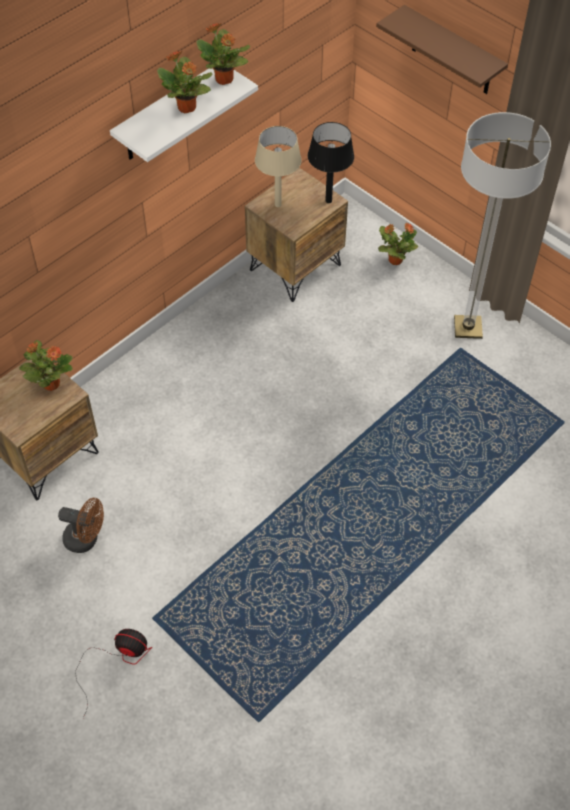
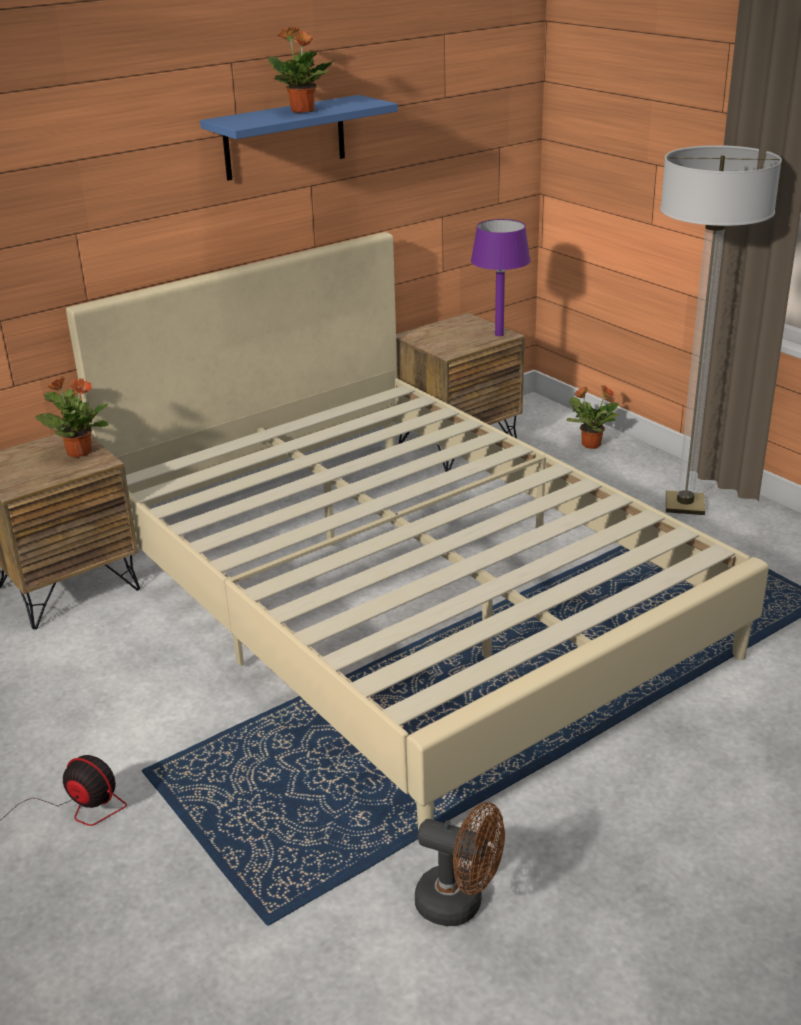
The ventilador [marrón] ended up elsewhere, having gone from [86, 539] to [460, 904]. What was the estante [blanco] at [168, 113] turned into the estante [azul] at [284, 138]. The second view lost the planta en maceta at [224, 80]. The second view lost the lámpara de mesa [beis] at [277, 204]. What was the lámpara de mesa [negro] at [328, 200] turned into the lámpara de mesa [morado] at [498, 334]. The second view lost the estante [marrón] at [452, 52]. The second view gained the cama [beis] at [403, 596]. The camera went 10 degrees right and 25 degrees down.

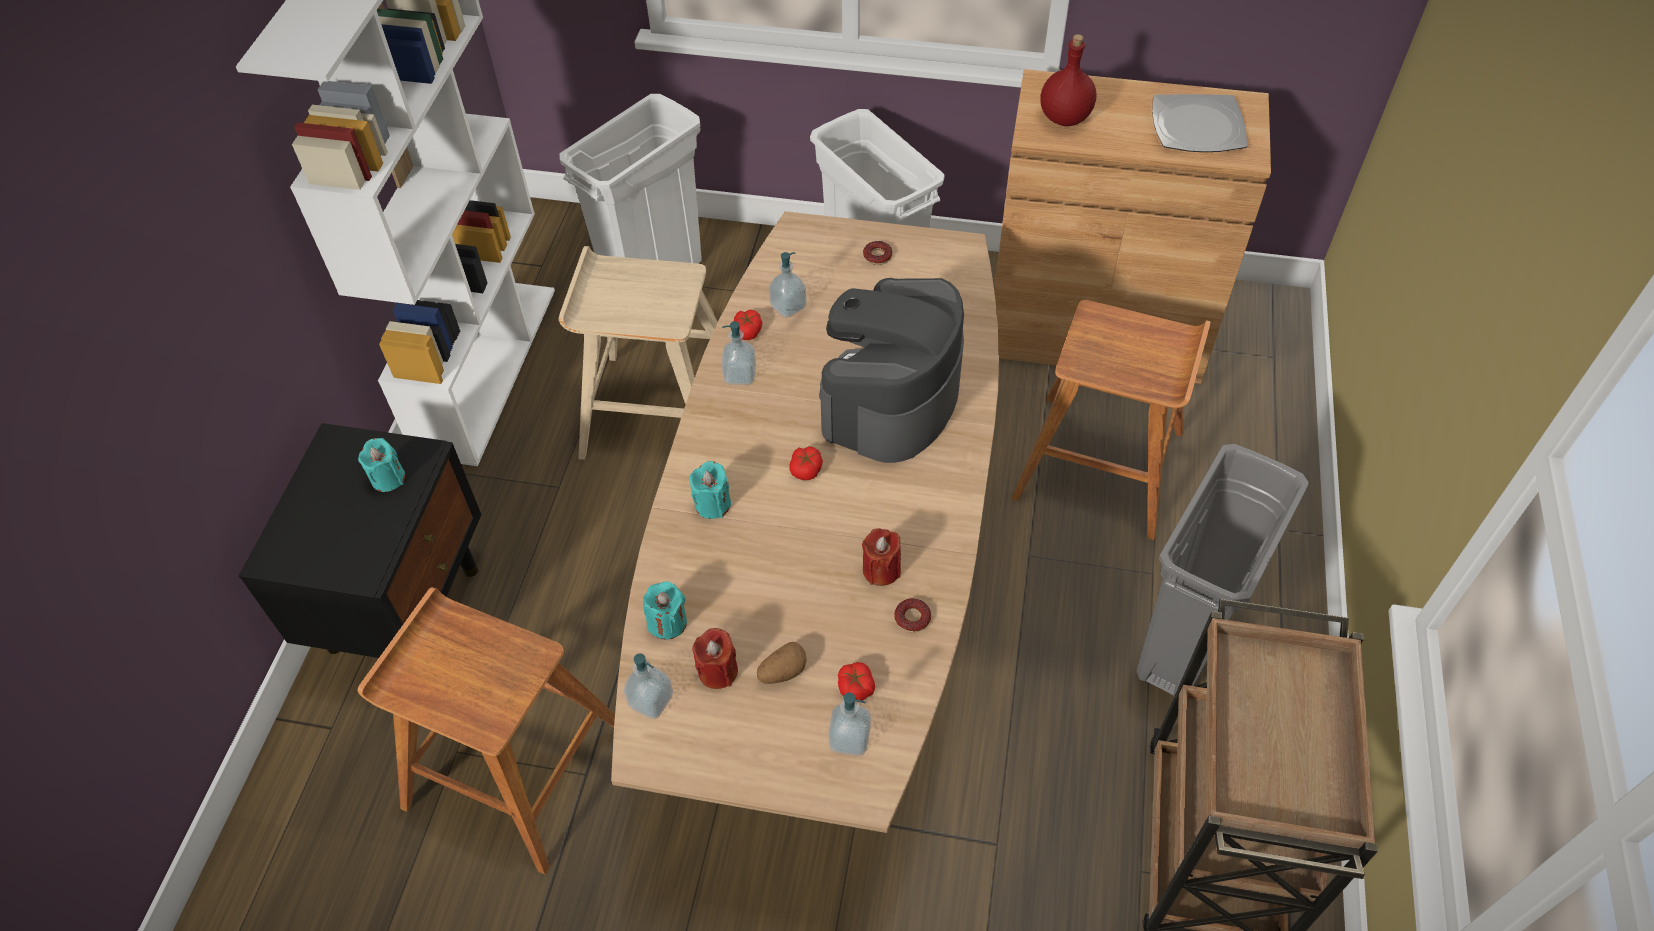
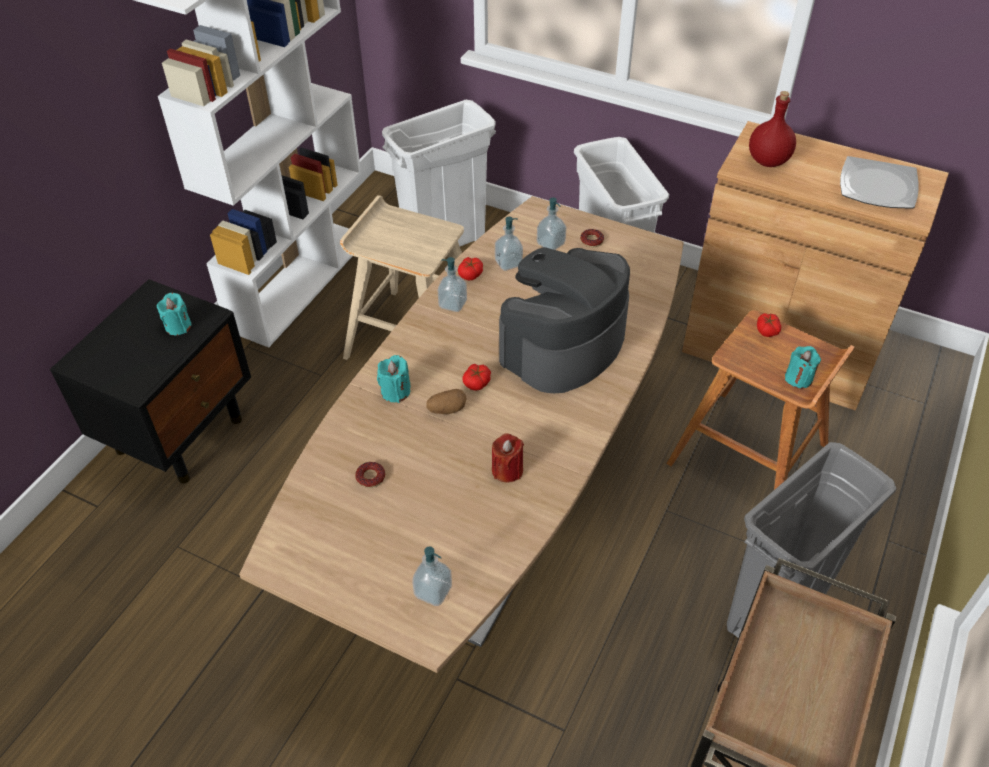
The second view lost the taburete [marrón] at [514, 765]. The dispensador de jabón ended up elsewhere, having gone from [651, 701] to [550, 244]. The vela [turquesa] ended up elsewhere, having gone from [667, 622] to [798, 378]. The second view lost the vela [rojo] at [718, 671]. The patata ended up elsewhere, having gone from [782, 672] to [447, 409]. The tomate ended up elsewhere, having gone from [855, 687] to [767, 330]. The rosquilla ended up elsewhere, having gone from [912, 618] to [370, 477]. The camera went 15 degrees right and 5 degrees down.

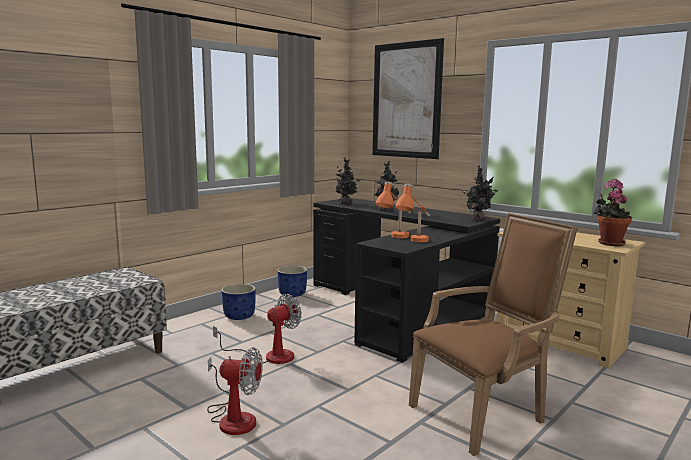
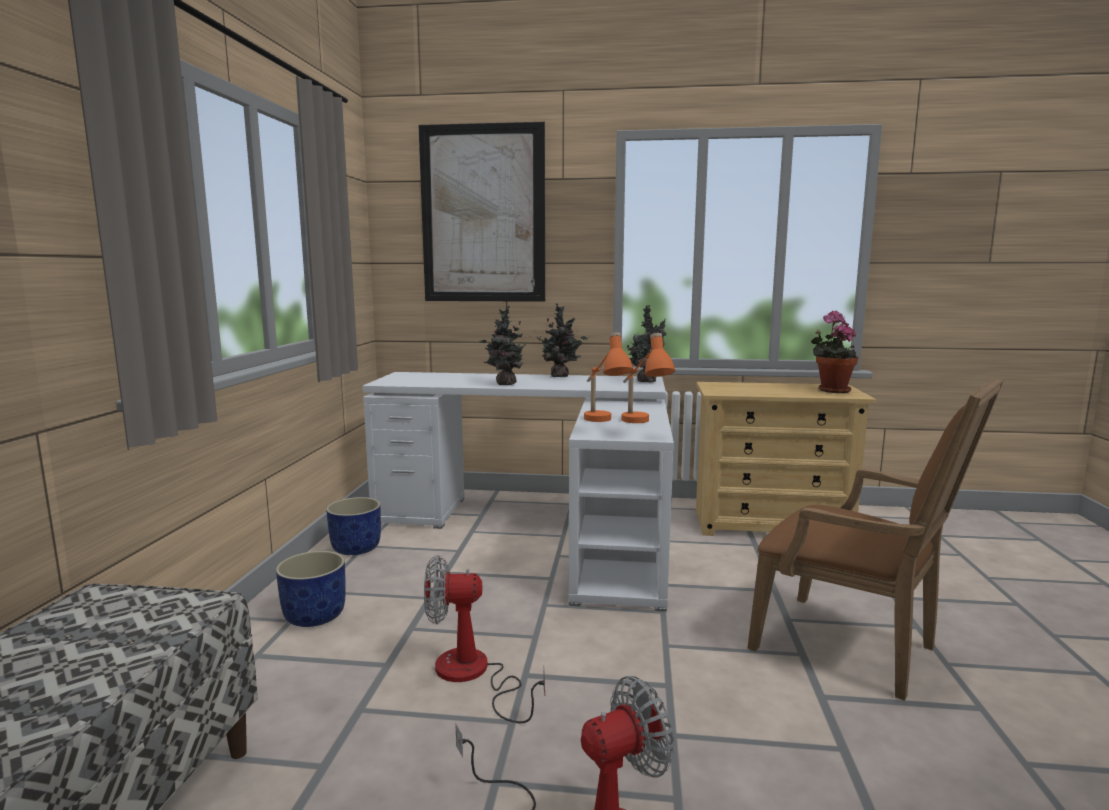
The ventilador at [269, 356] ended up facing another way, 105 degrees counterclockwise from before. What was the escritorio [negro] at [400, 308] turned into the escritorio [blanco] at [545, 529]. The planta en maceta ended up elsewhere, having gone from [346, 203] to [561, 376]. The sillón [marrón] at [484, 413] ended up facing another way, 105 degrees clockwise from before. The camera went 35 degrees left and 0 degrees up.

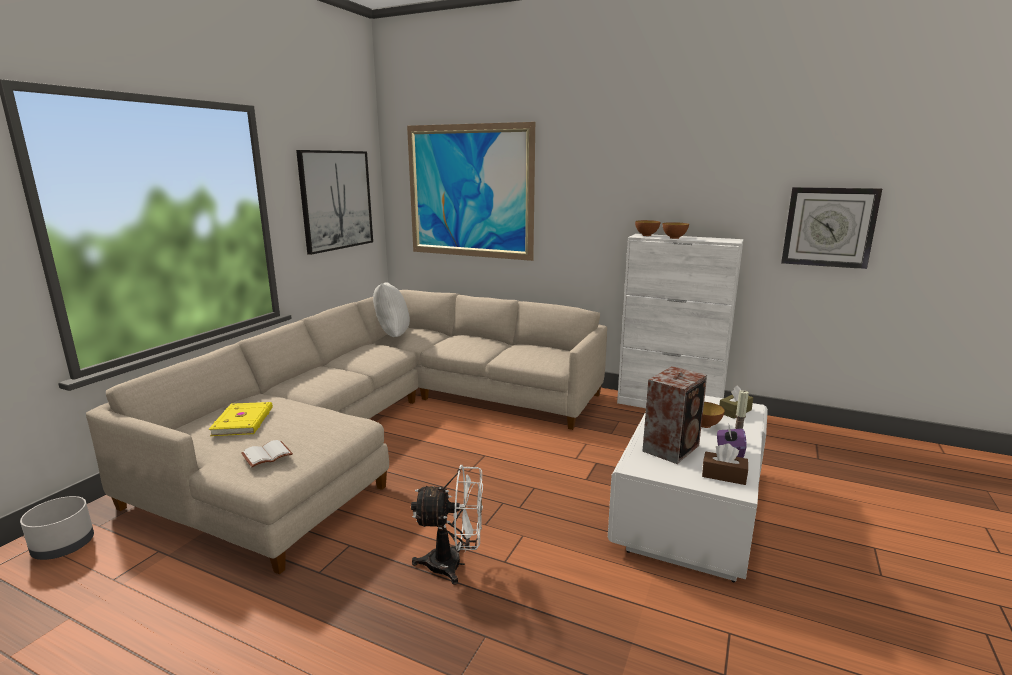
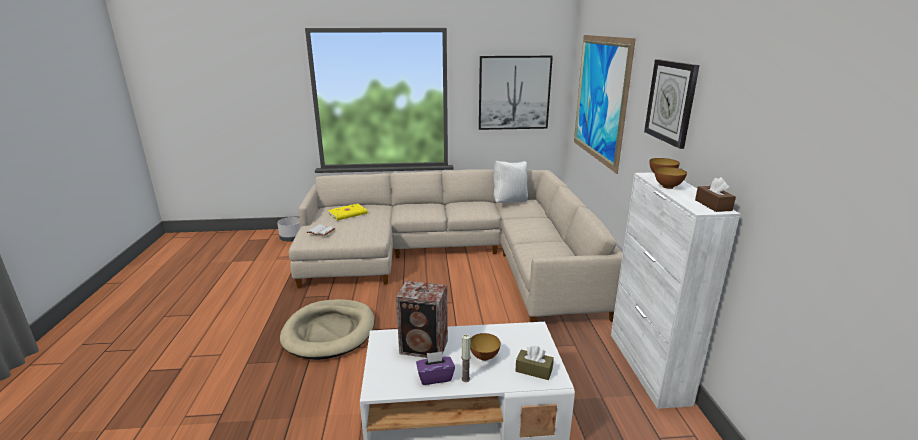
Where the ventilador [blanco] stood at [454, 564], the cama para perro [beis] came to stand at [329, 332]. The caja de pañuelos [marrón] ended up elsewhere, having gone from [723, 475] to [713, 205]. The reloj de pared ended up elsewhere, having gone from [829, 227] to [671, 102]. The camera went 60 degrees right and 5 degrees up.

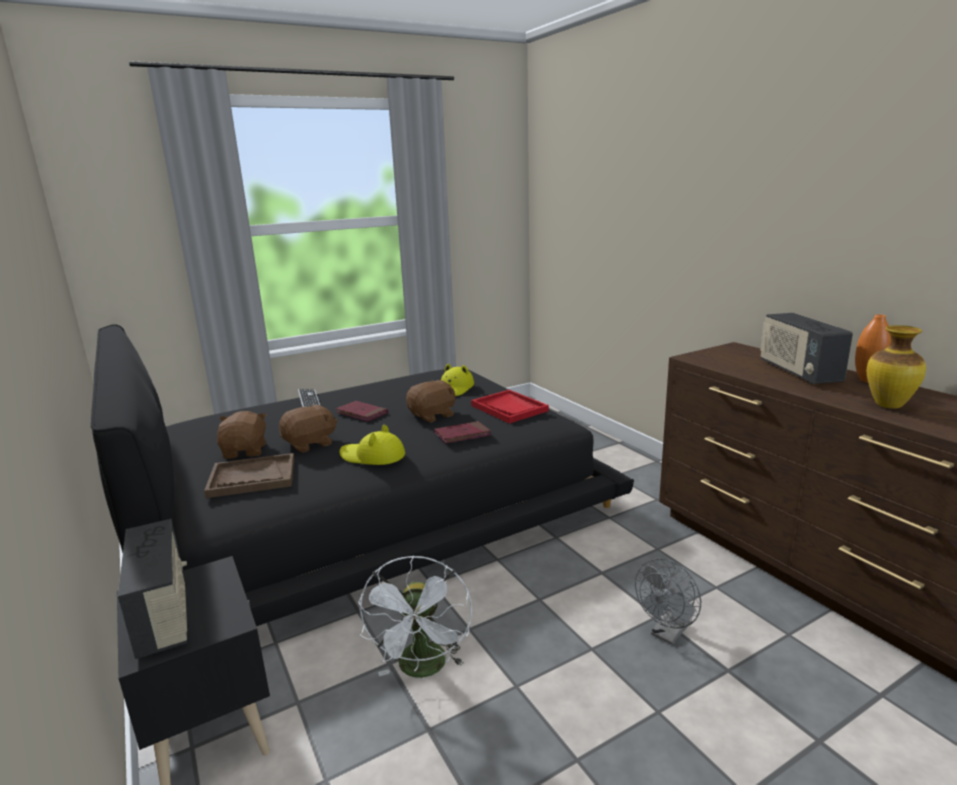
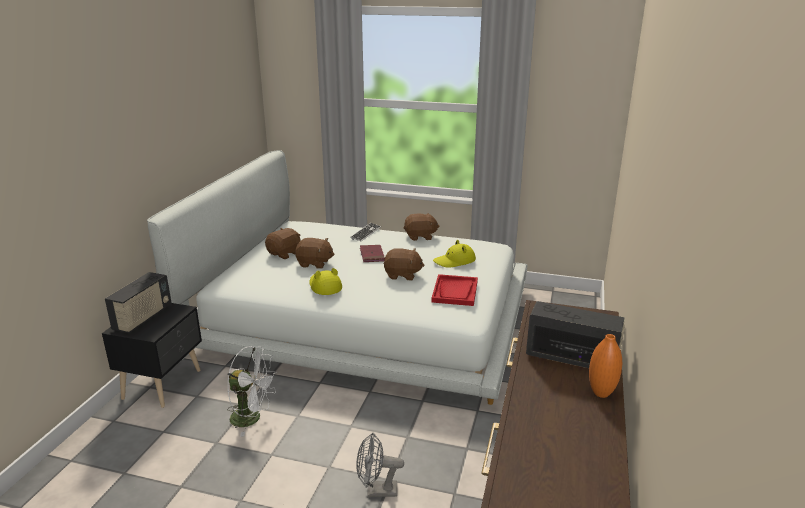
What was the cama [negro] at [367, 504] turned into the cama [blanco] at [362, 319]. The second view lost the bandeja [marrón] at [252, 478]. The ventilador [blanco] at [423, 669] ended up facing another way, 120 degrees counterclockwise from before. The second view lost the libro [rojo] at [462, 435]. The radio at [798, 372] ended up facing another way, 75 degrees clockwise from before. The second view lost the florero at [888, 405]. The second view gained the peluche [marrón] at [420, 236]. The camera went 45 degrees right and 5 degrees up.

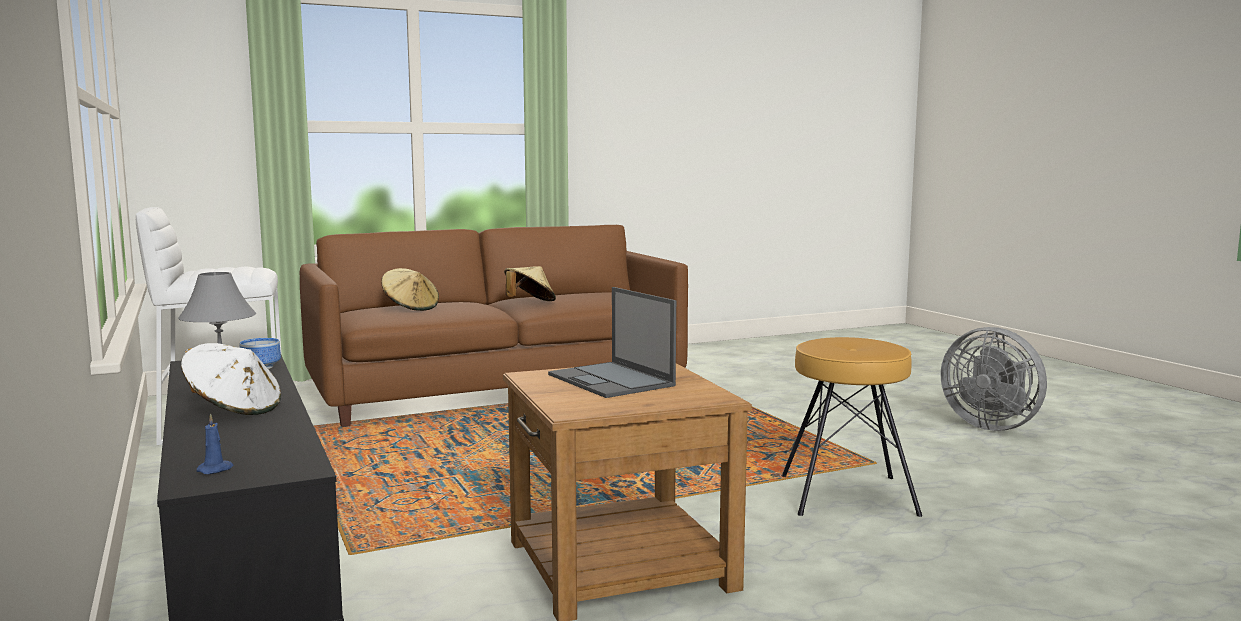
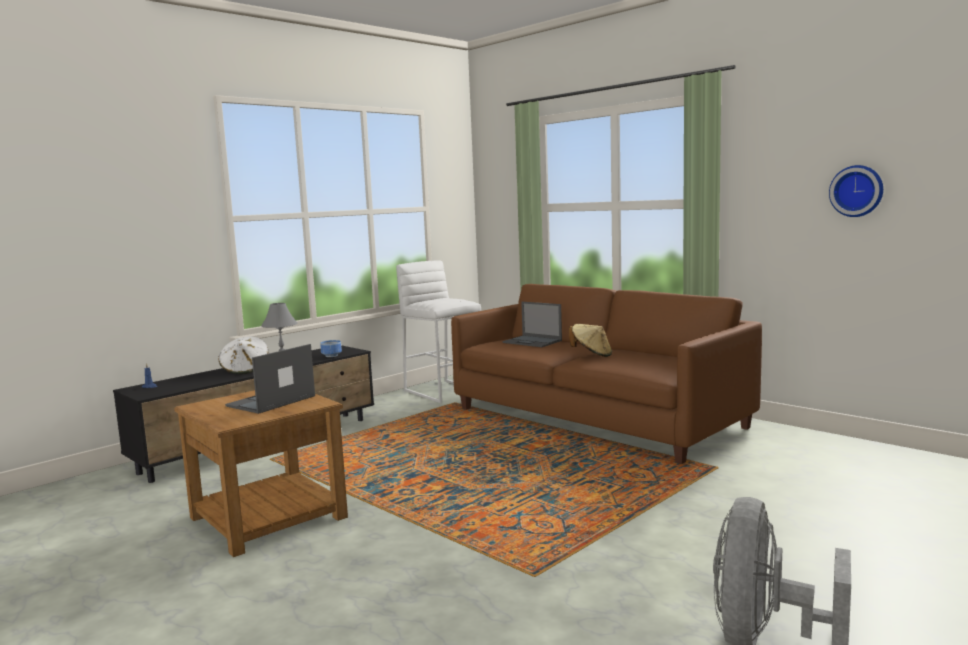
Where the sombrero [beis] stood at [411, 308], the portátil came to stand at [533, 342]. The second view lost the taburete [marrón] at [847, 495]. The second view gained the reloj de pared at [857, 191]. The camera went 70 degrees right and 0 degrees up.

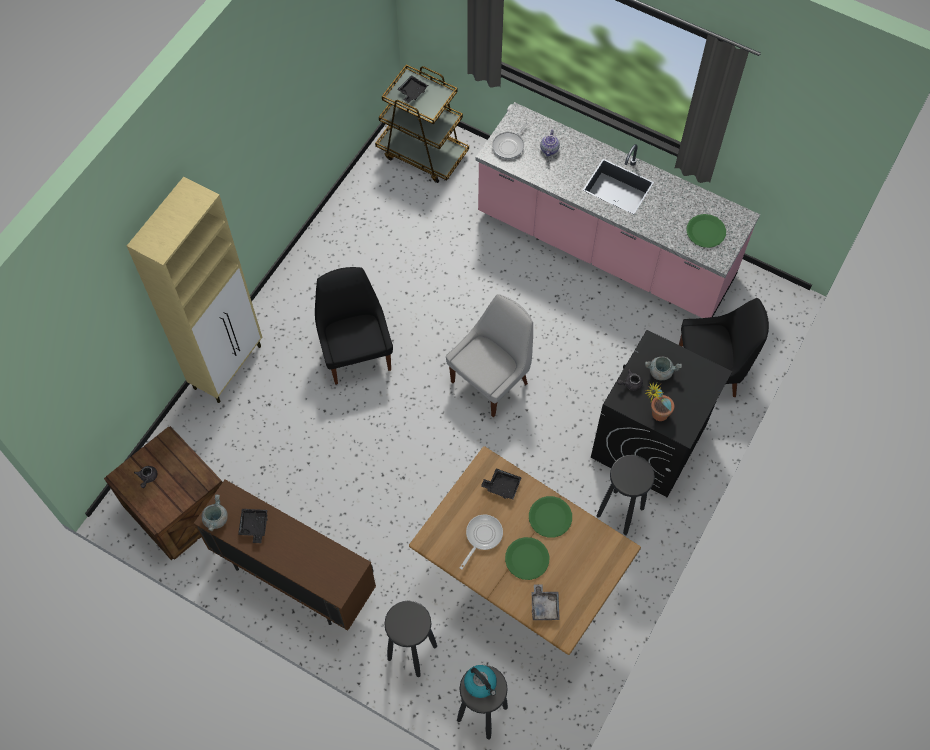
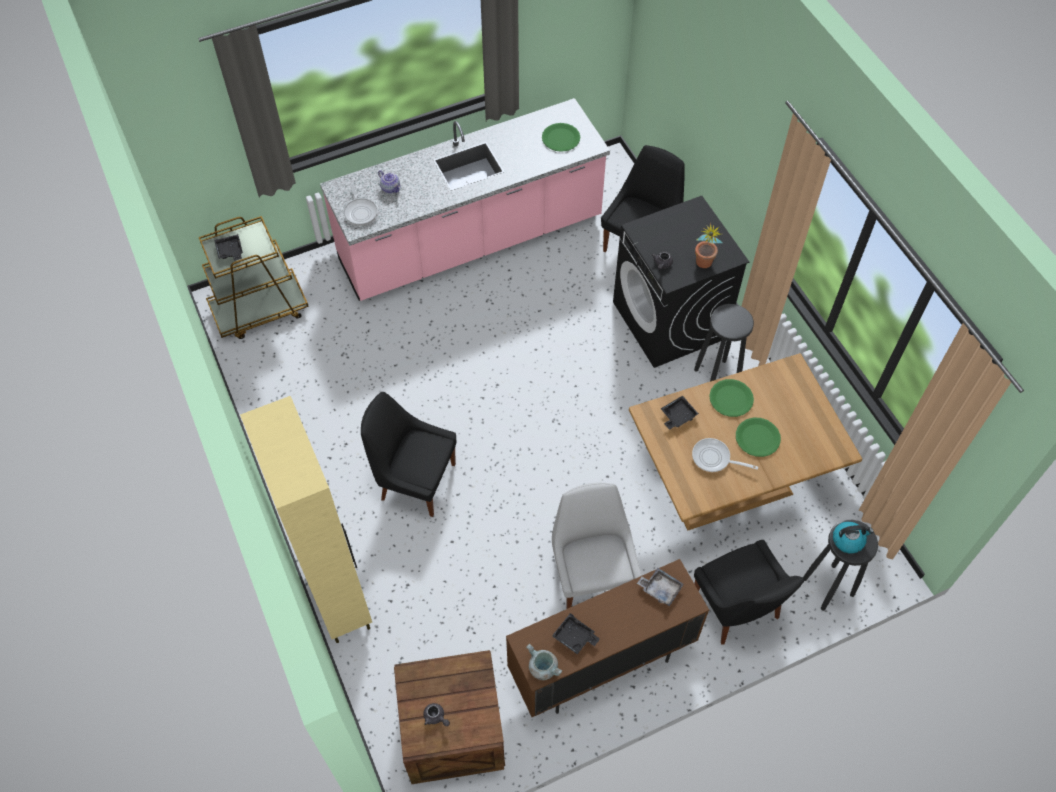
Where the taburete [negro] stood at [411, 652], the silla [negro] came to stand at [737, 609]. The silla [blanco] ended up elsewhere, having gone from [491, 380] to [592, 575]. The sartén at [482, 536] ended up facing another way, 45 degrees counterclockwise from before. The bandeja [gris] ended up elsewhere, having gone from [544, 606] to [660, 589]. The second view lost the olla [gris] at [660, 372]. The camera went 55 degrees left and 5 degrees down.

